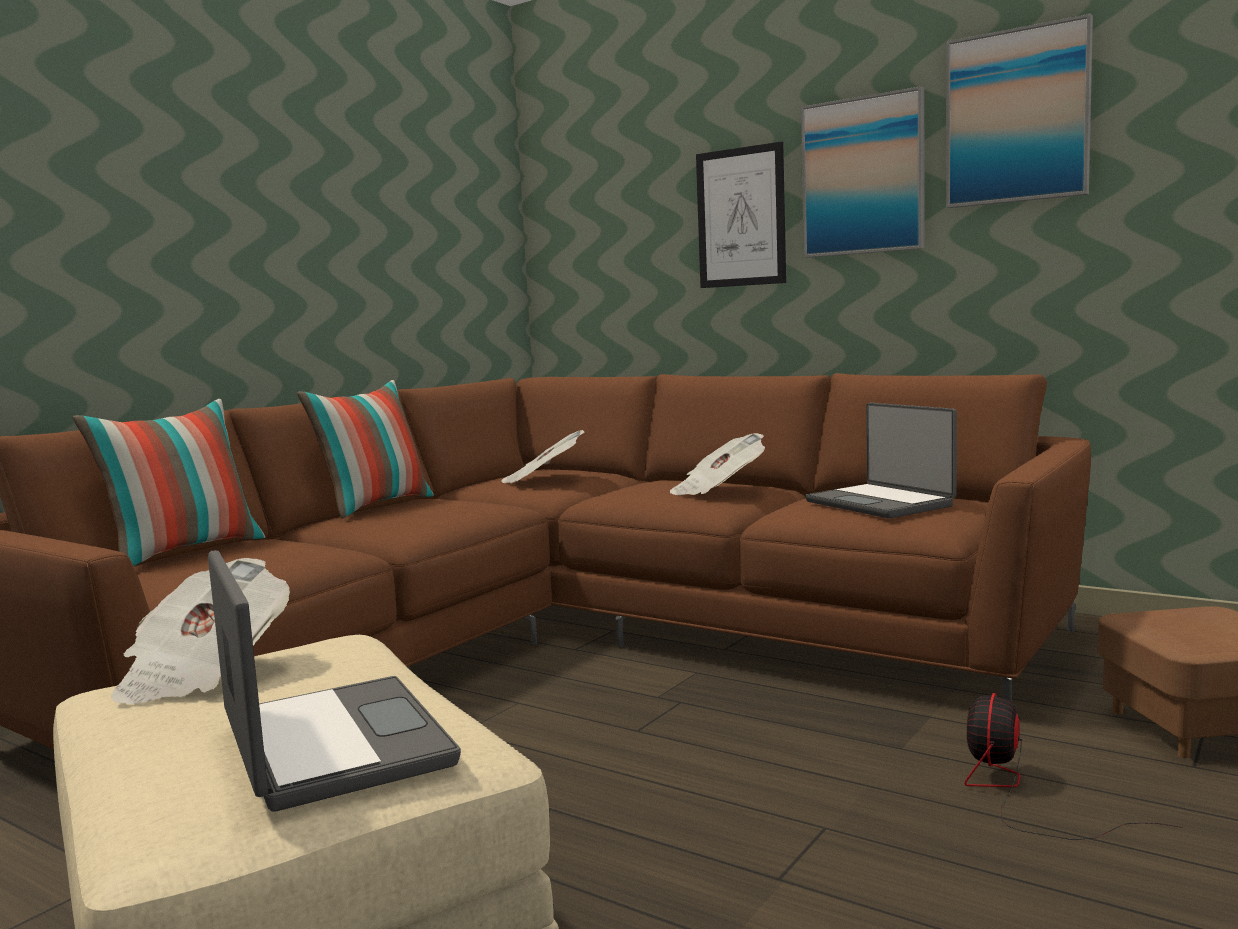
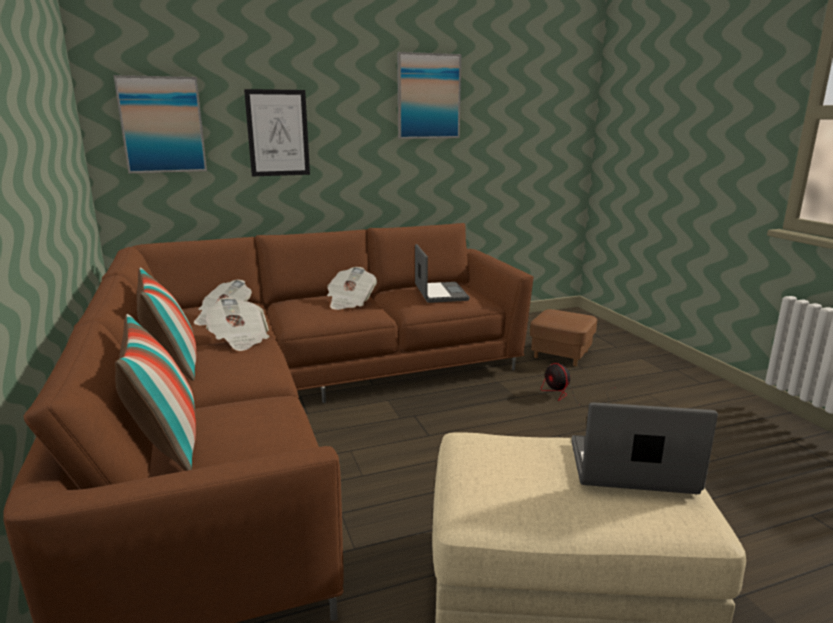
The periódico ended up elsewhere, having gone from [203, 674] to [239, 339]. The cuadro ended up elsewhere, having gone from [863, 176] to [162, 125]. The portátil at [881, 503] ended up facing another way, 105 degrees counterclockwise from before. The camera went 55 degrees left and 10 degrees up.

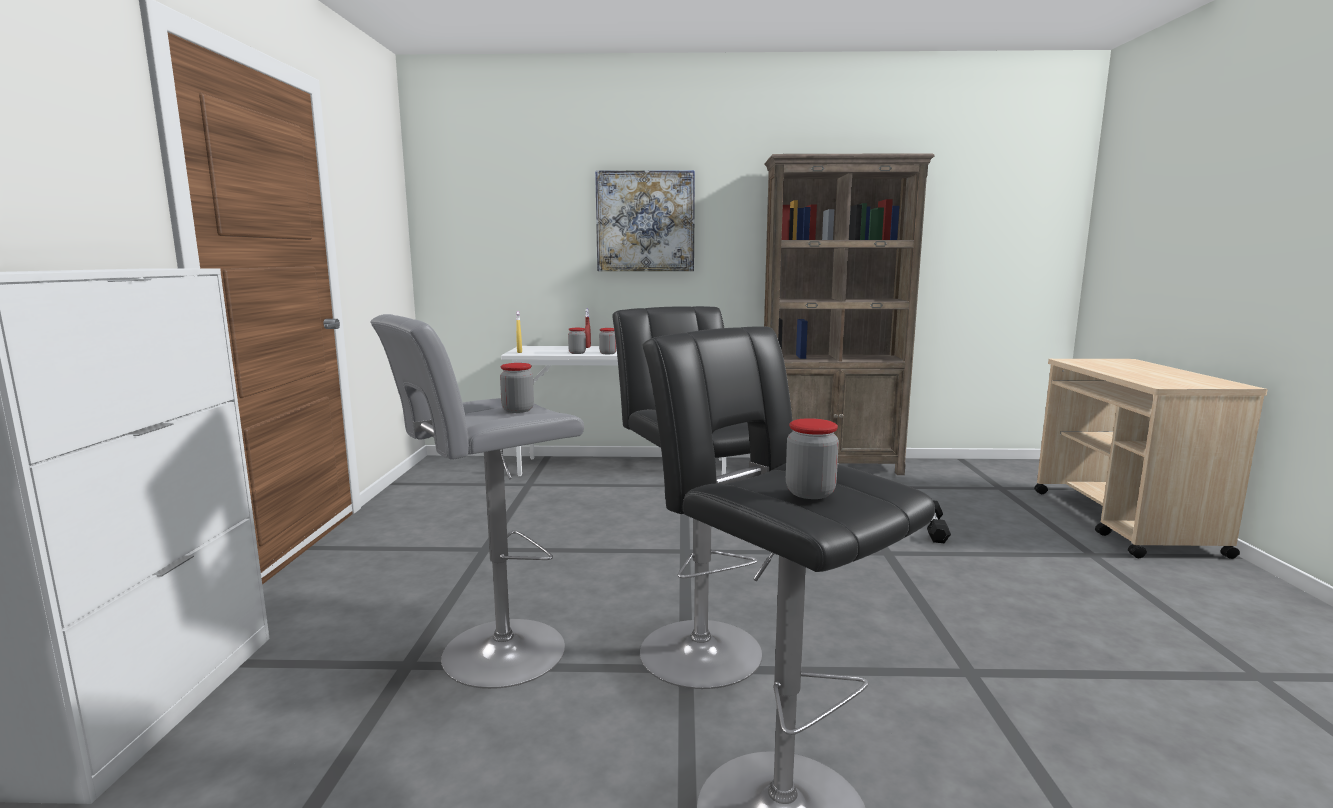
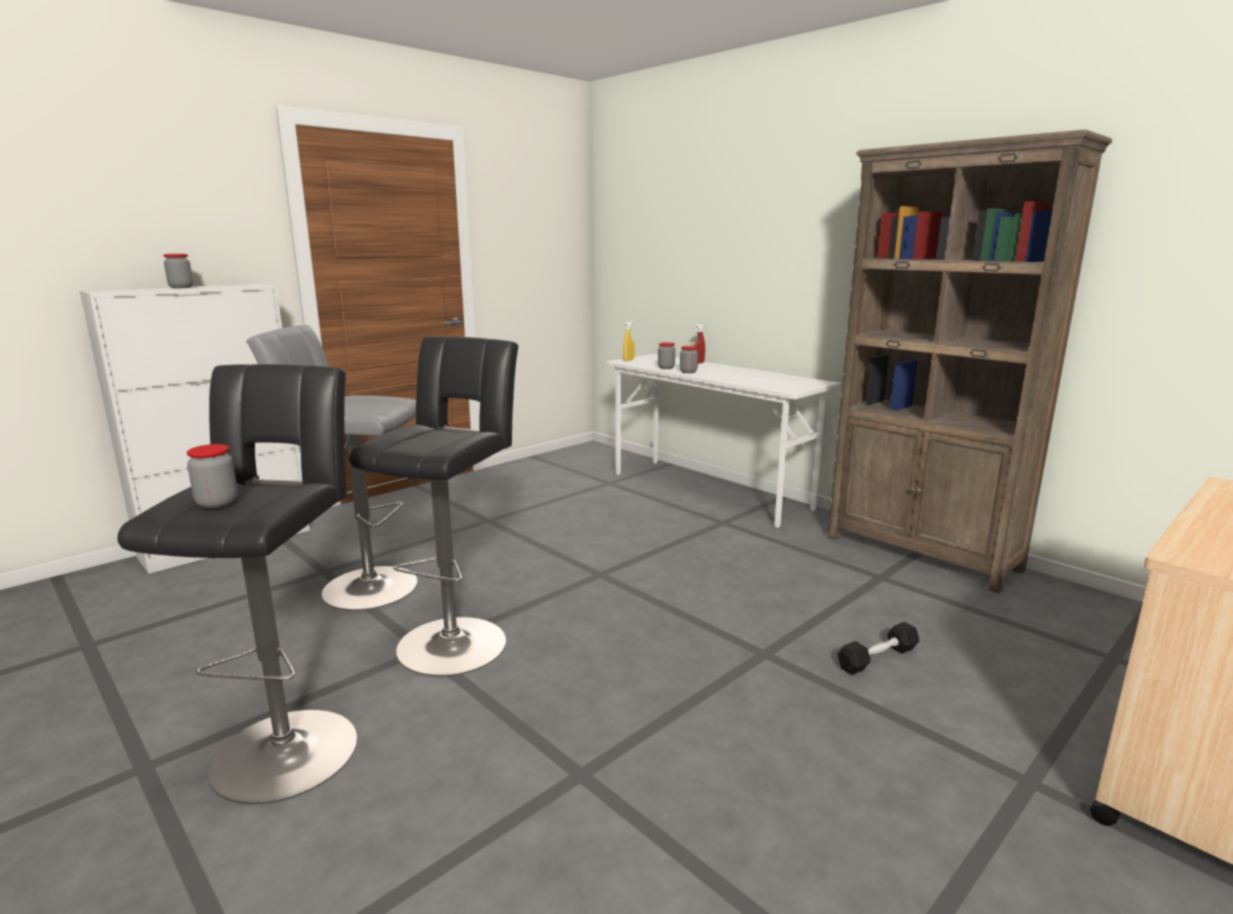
The tarro ended up elsewhere, having gone from [518, 410] to [181, 287]. The second view lost the cuadro at [645, 221]. The camera went 45 degrees right and 5 degrees up.

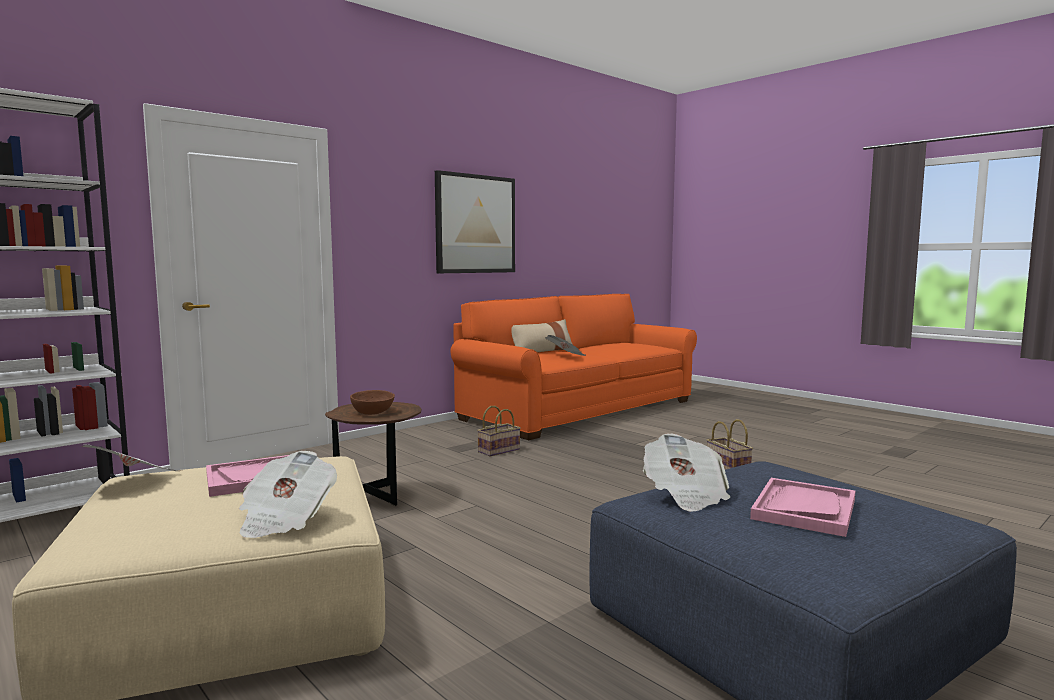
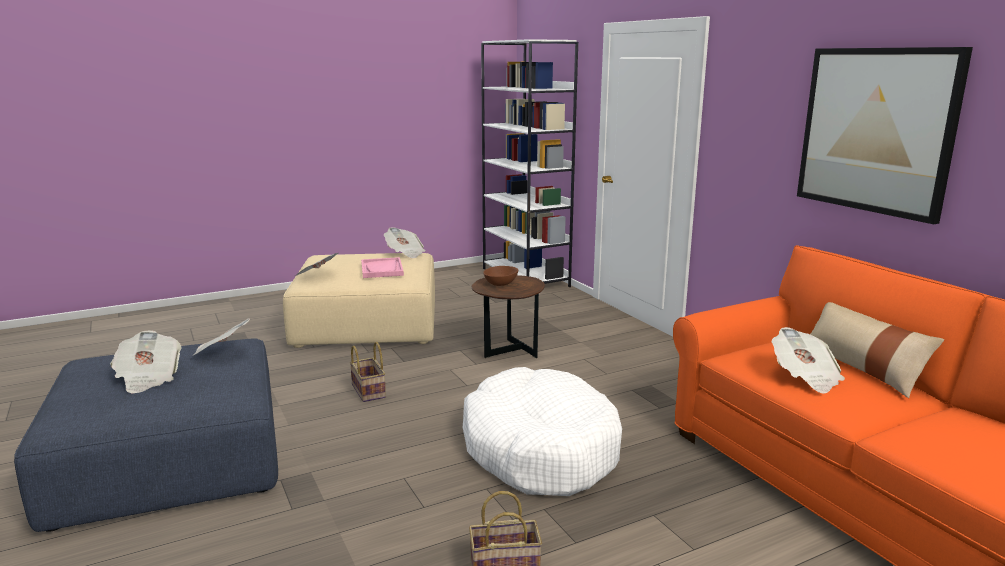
The cesta ended up elsewhere, having gone from [499, 450] to [369, 391]. Where the bandeja [rosa] stood at [804, 509], the periódico came to stand at [148, 378]. The second view gained the cama para perro [blanco] at [539, 449]. The camera went 105 degrees right and 10 degrees up.

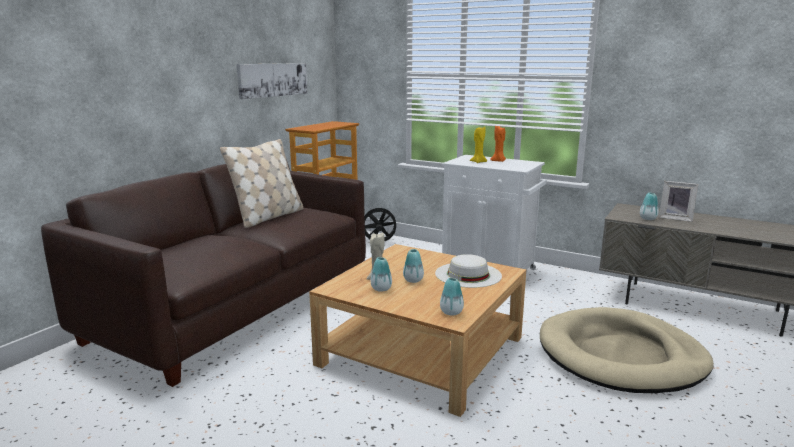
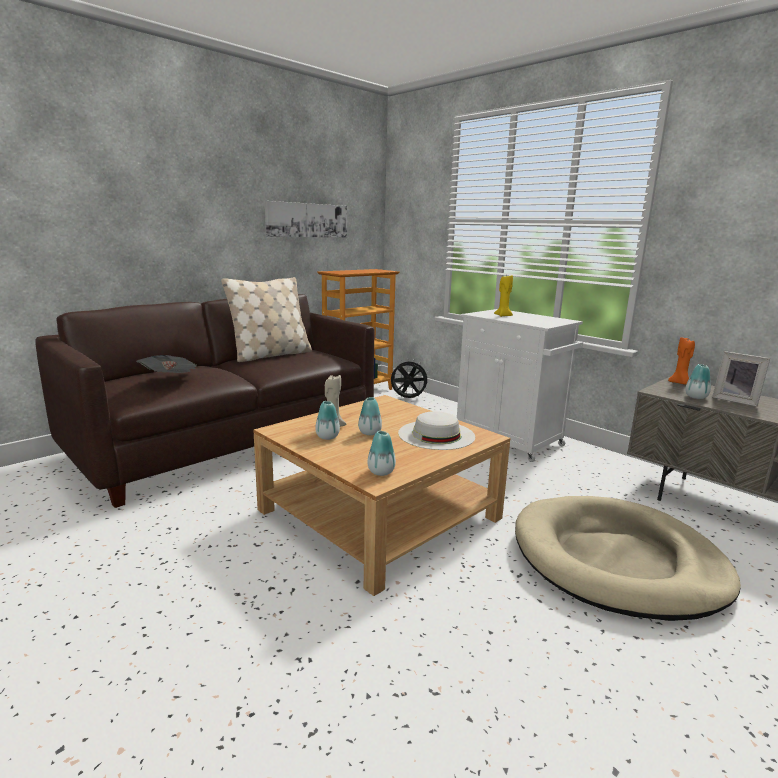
The vela [naranja] ended up elsewhere, having gone from [498, 161] to [679, 383]. The second view gained the periódico at [171, 379]. The camera went 15 degrees right and 0 degrees up.

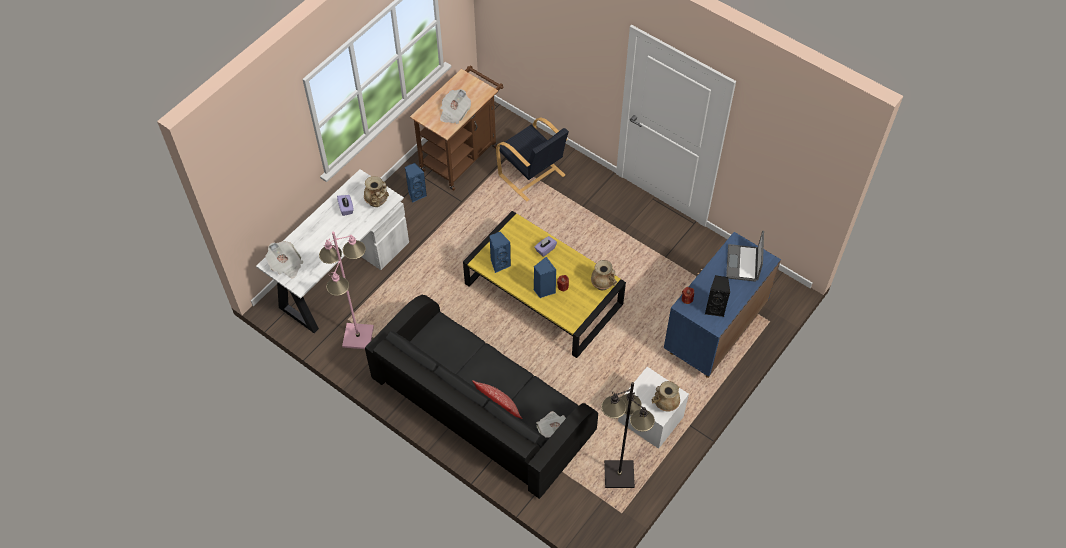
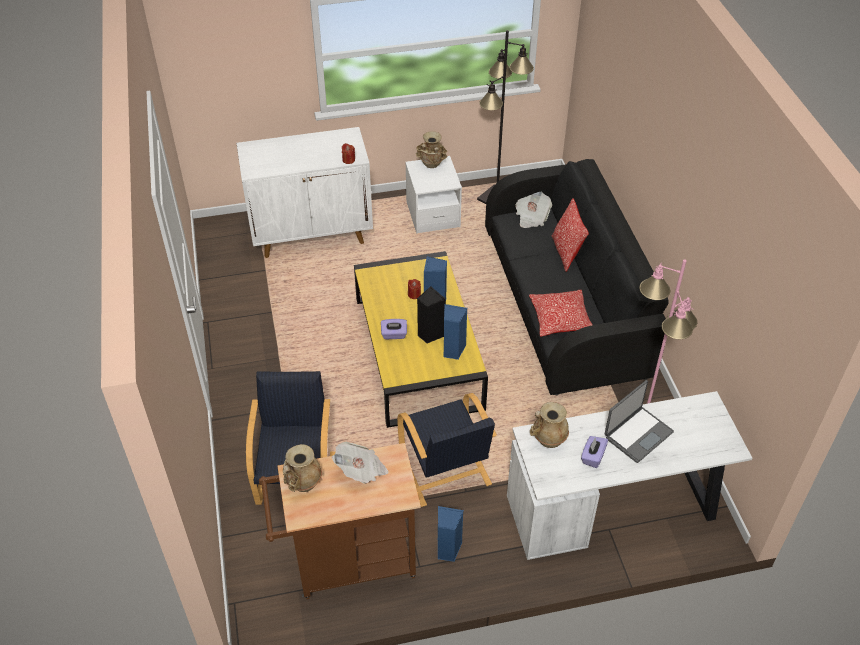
The second view lost the periódico at [286, 265]. The florero [beis] ended up elsewhere, having gone from [602, 284] to [303, 484]. What was the armario [azul] at [713, 335] turned into the armario [blanco] at [312, 234]. The altavoz [negro] ended up elsewhere, having gone from [715, 308] to [430, 334]. The portátil ended up elsewhere, having gone from [743, 263] to [637, 434]. The second view gained the sillón [negro] at [445, 472]. The second view gained the cojín at [560, 319]. The camera went 140 degrees left and 10 degrees down.

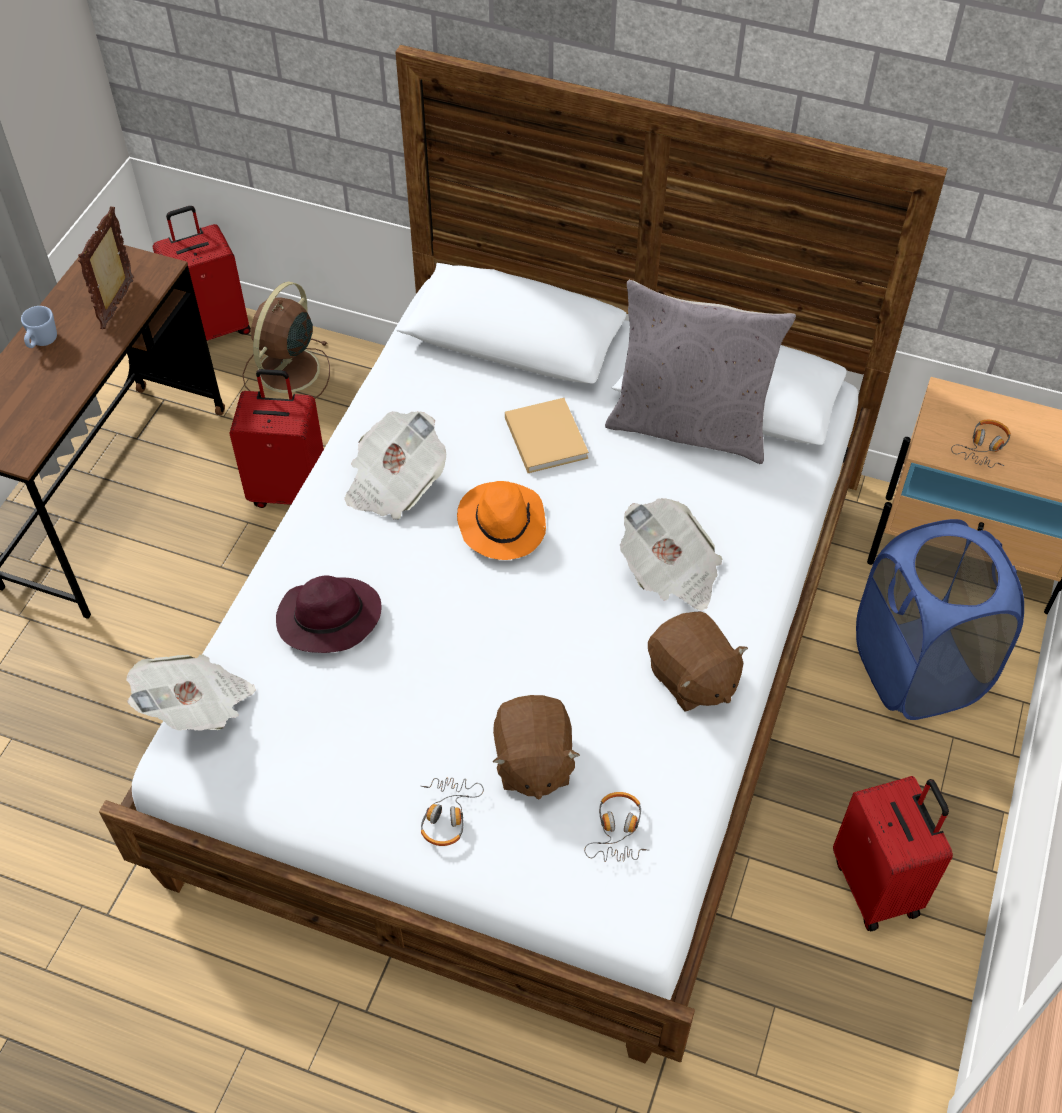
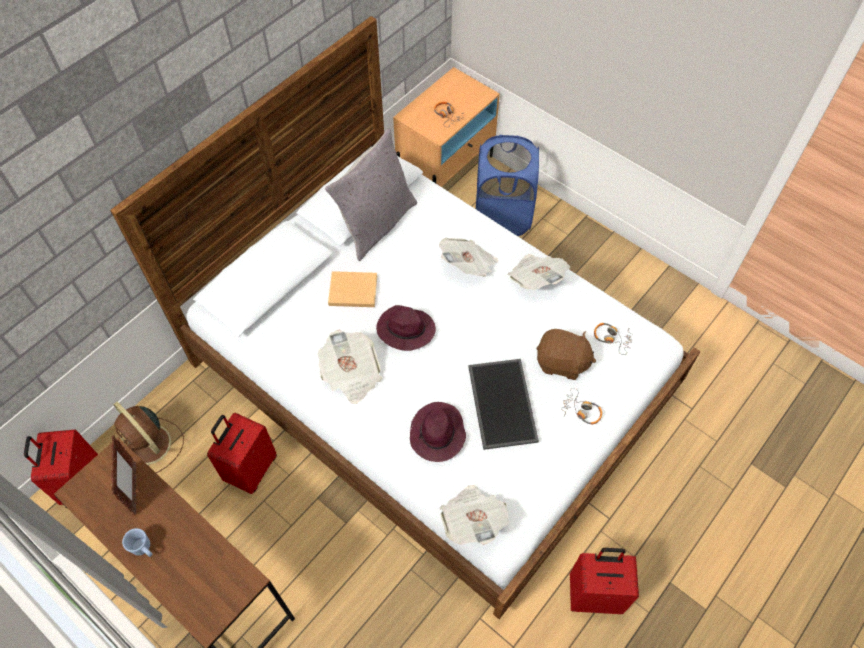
The portarretratos at [119, 304] ended up facing another way, 135 degrees counterclockwise from before. What was the sombrero [naranja] at [501, 523] turned into the sombrero [morado] at [405, 330]. Where the peluche [marrón] stood at [691, 678], the periódico came to stand at [536, 279]. The maleta [rojo] ended up elsewhere, having gone from [877, 886] to [595, 594]. The second view gained the bandeja at [500, 402]. The camera went 70 degrees left and 5 degrees up.

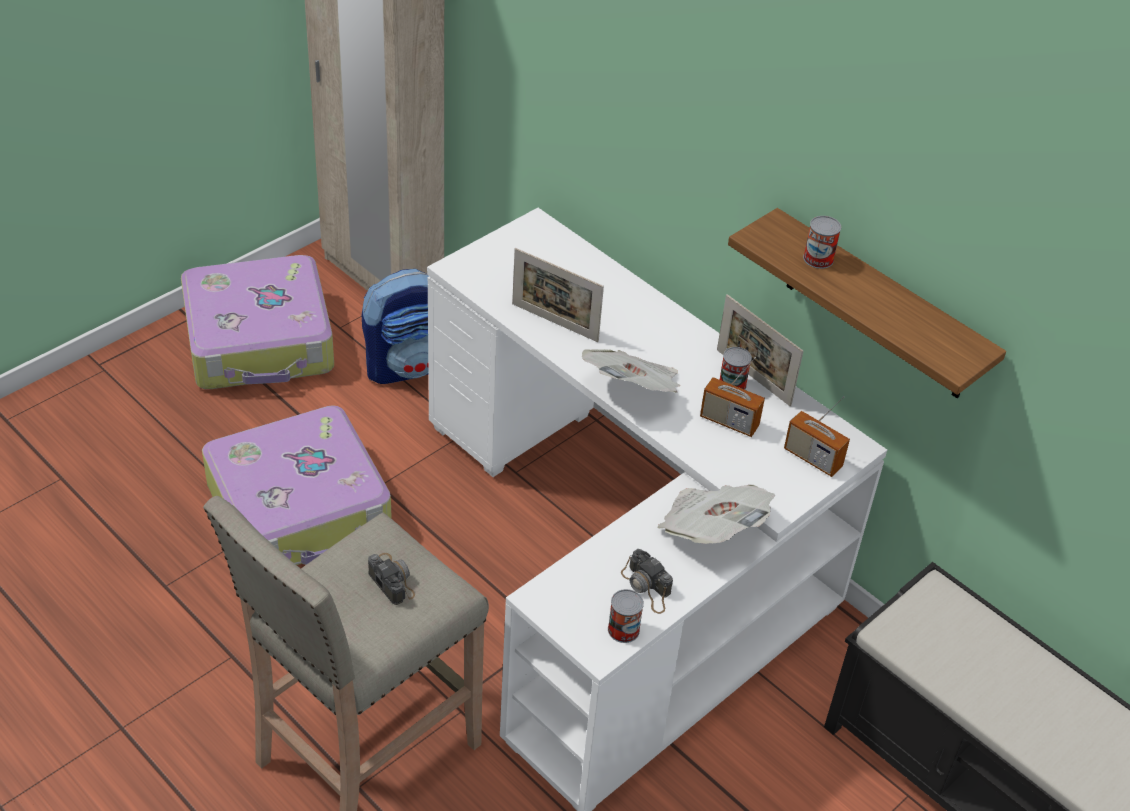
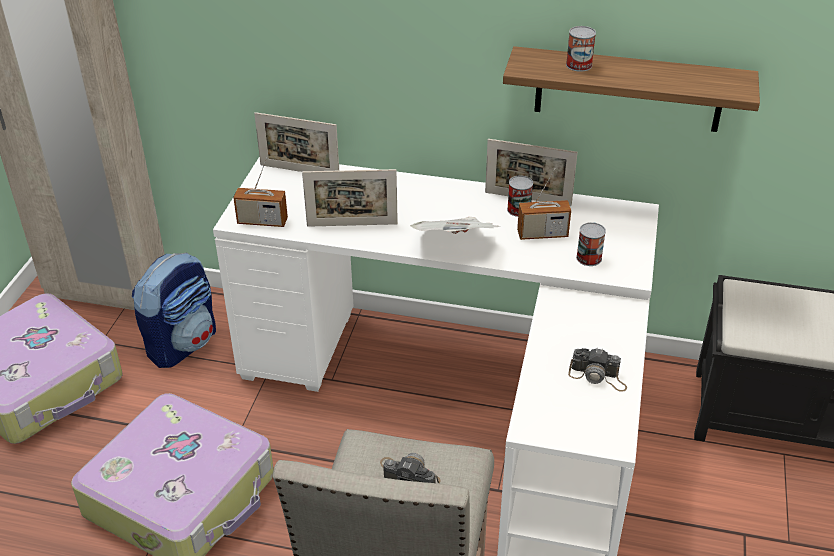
The lata ended up elsewhere, having gone from [623, 630] to [589, 258]. The second view lost the periódico at [711, 530]. The radio ended up elsewhere, having gone from [812, 458] to [262, 221]. The second view gained the portarretratos at [299, 171]. The camera went 30 degrees left and 5 degrees down.

